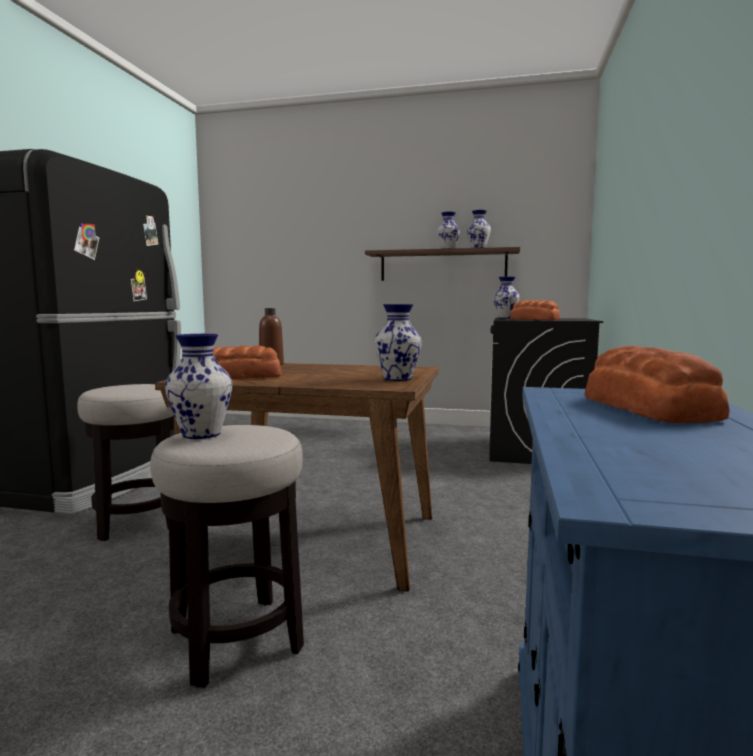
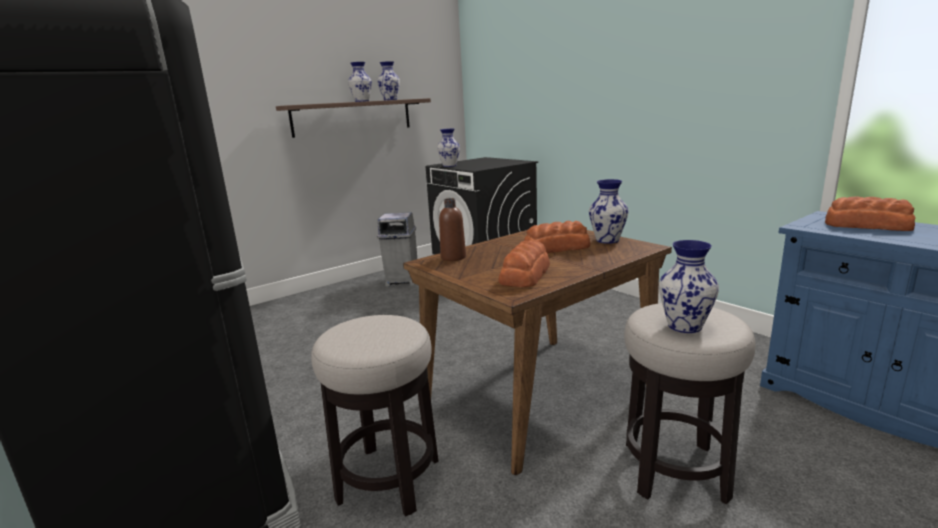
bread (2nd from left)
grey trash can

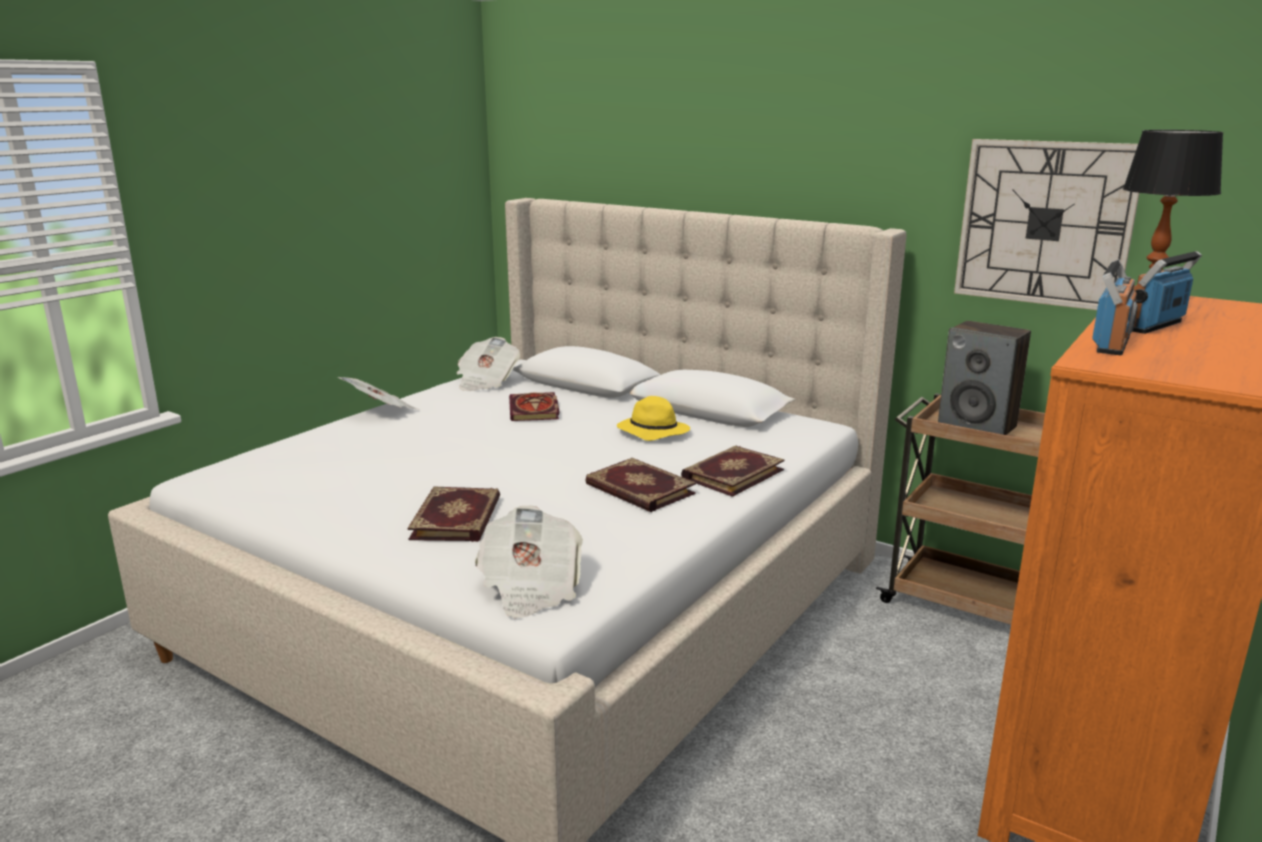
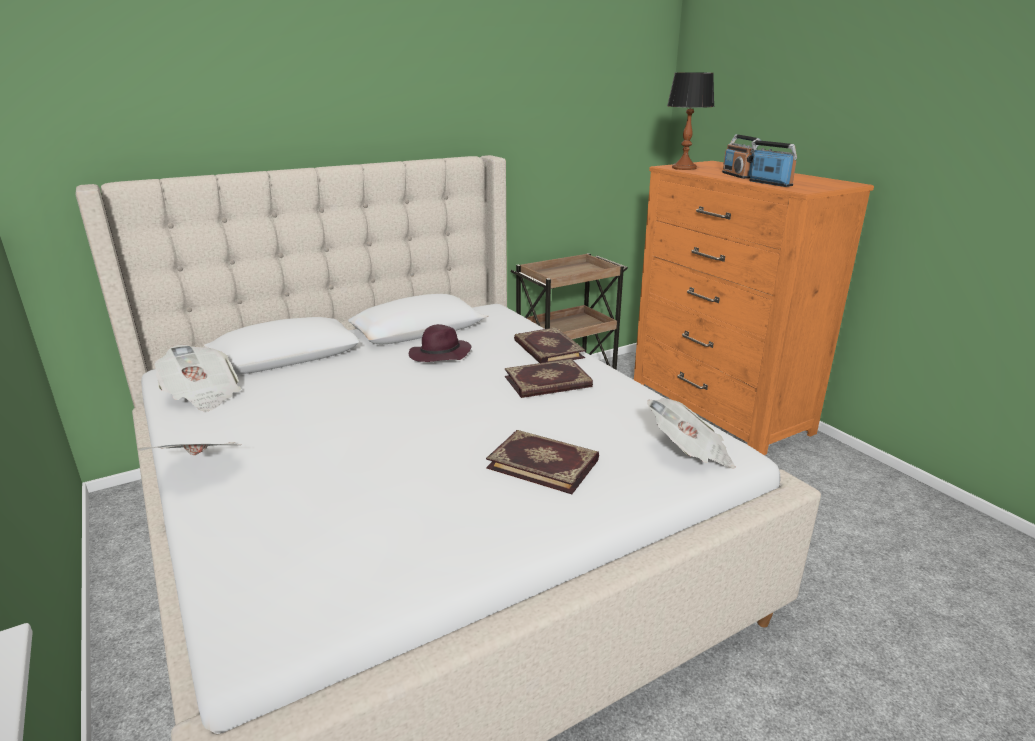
book (2nd from left in the first image)
purple hat
speaker
wall clock

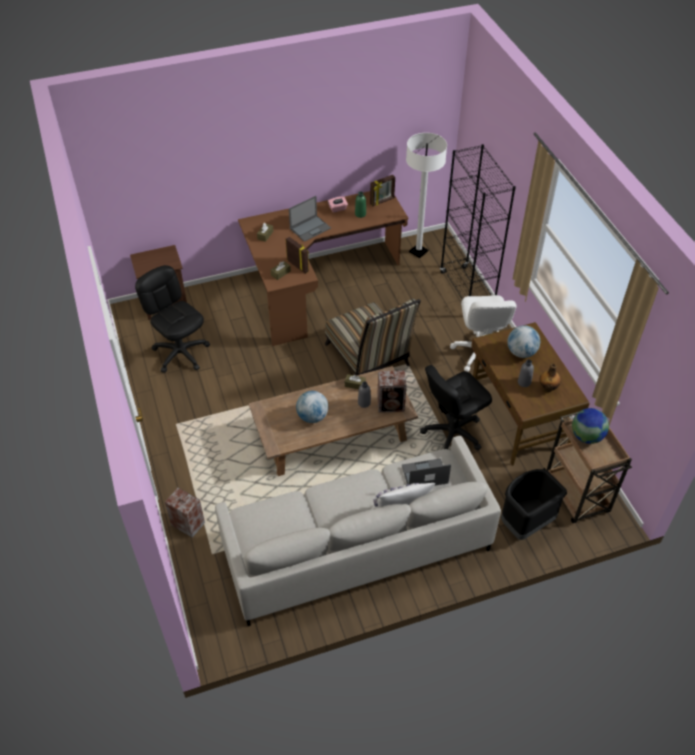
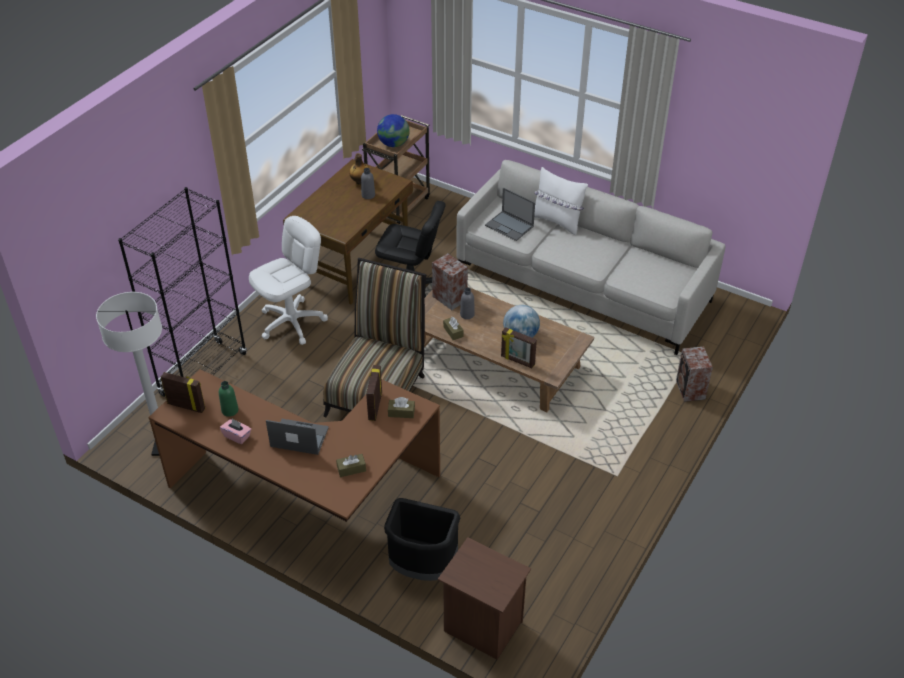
black office chair (1st from left in the first image)
black trash can
globe (2nd from left in the first image)
picture frame (3rd from left)

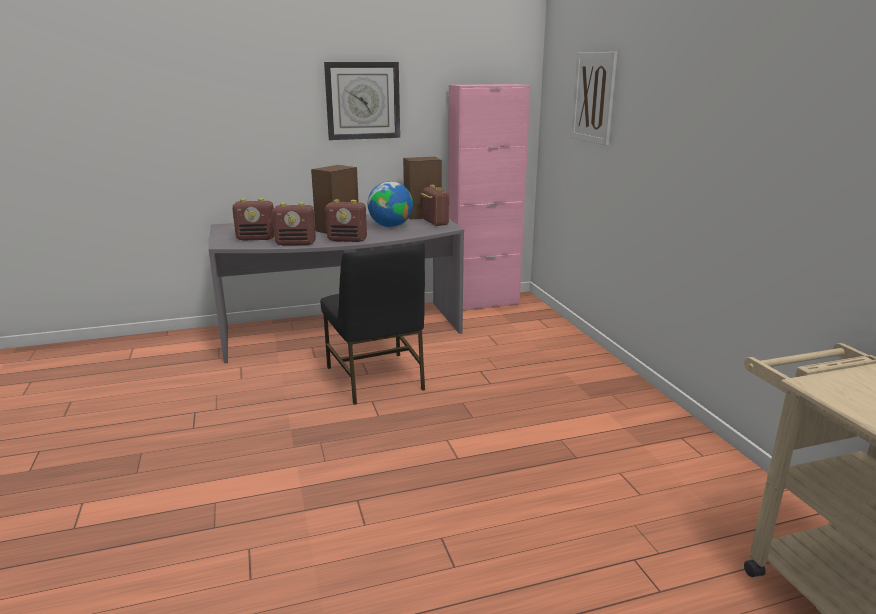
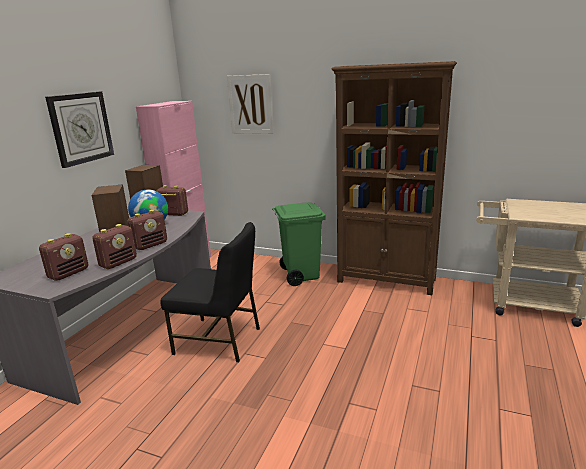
green trash can
brown bookcase

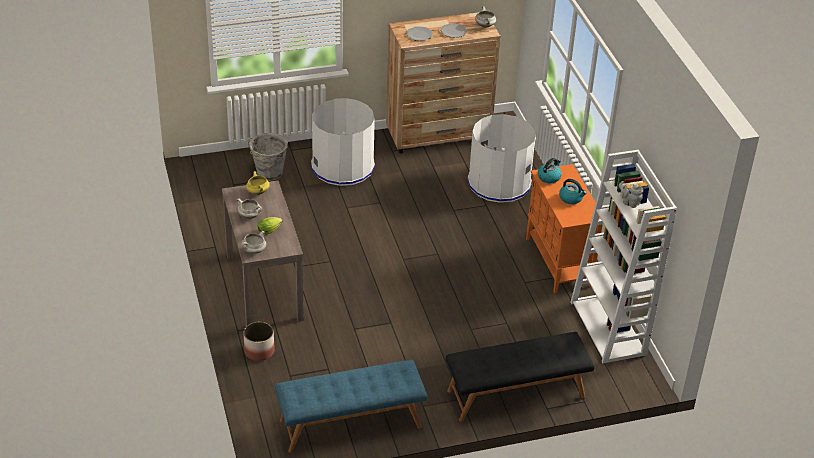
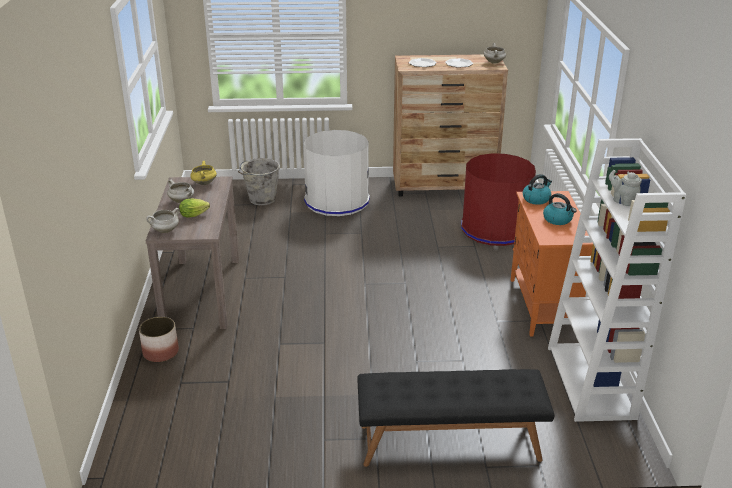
blue bench
red trash can

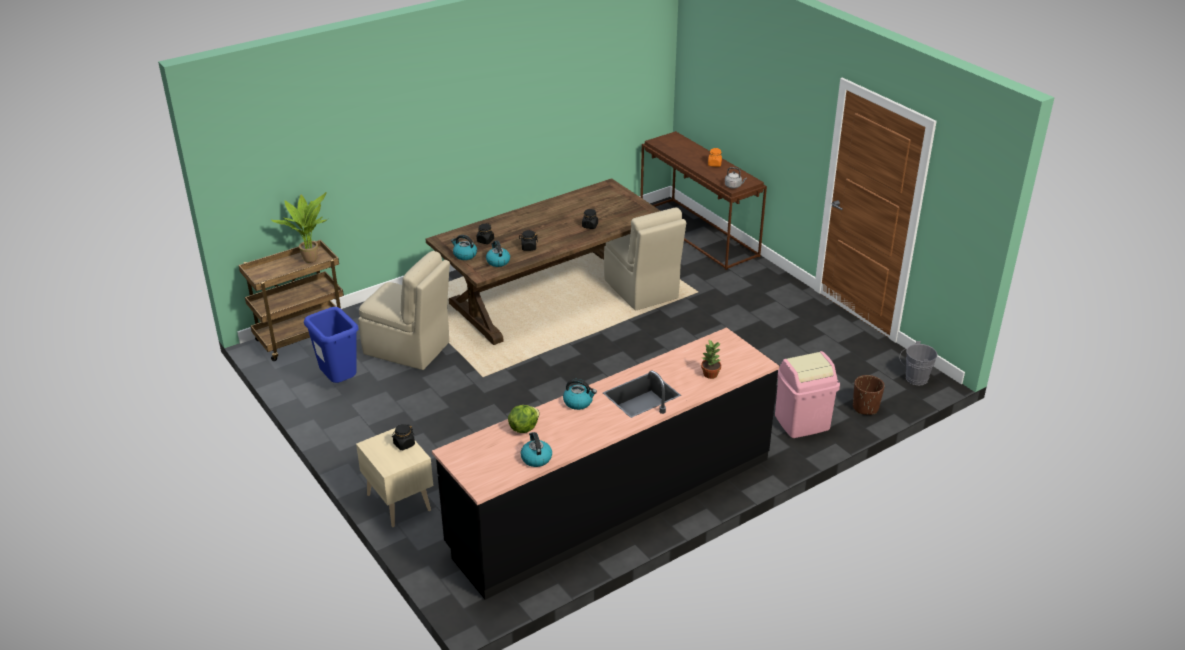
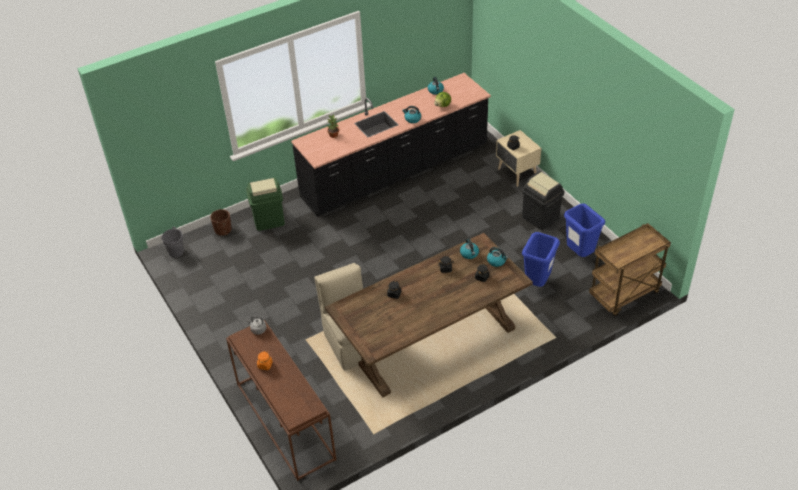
potted plant (1st from left in the first image)
blue trash can (1st from left)
green trash can
black trash can

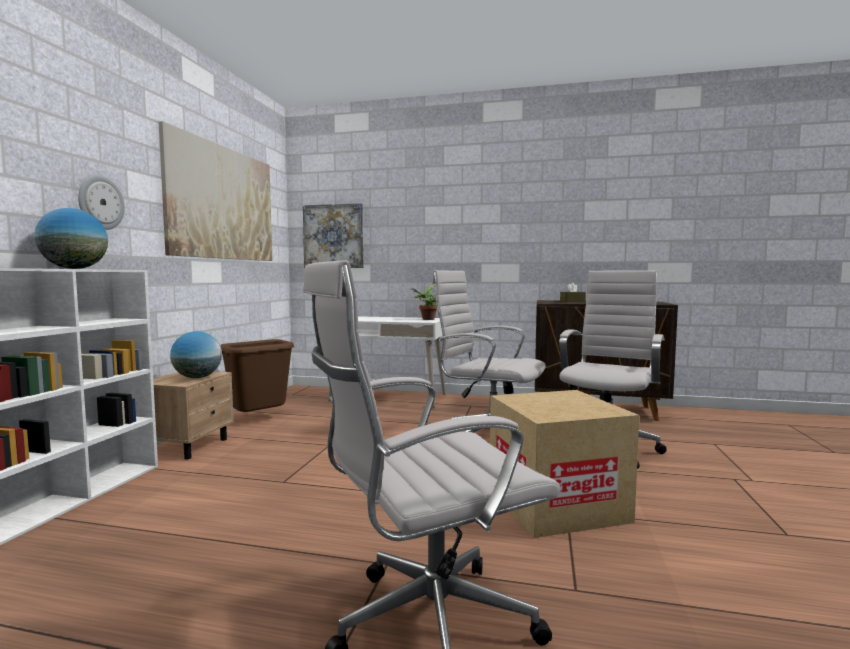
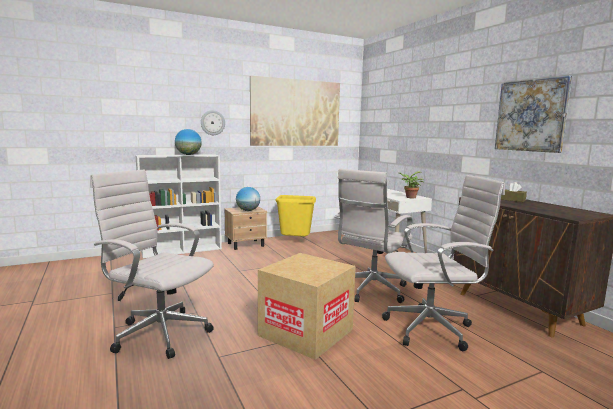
yellow trash can
picture (2nd from left)
white office chair (2nd from left)

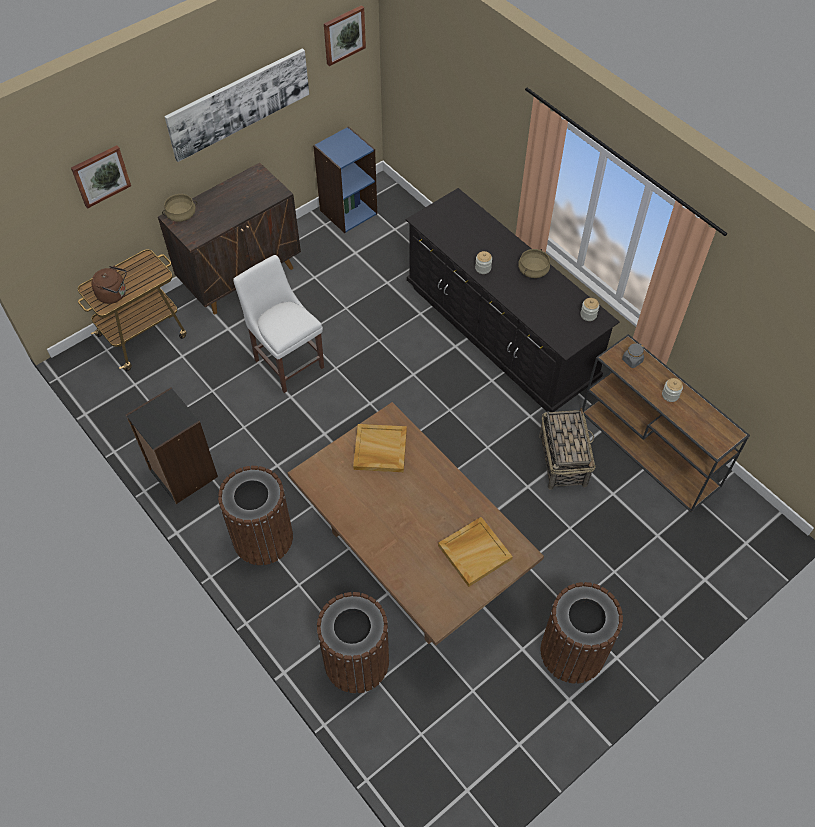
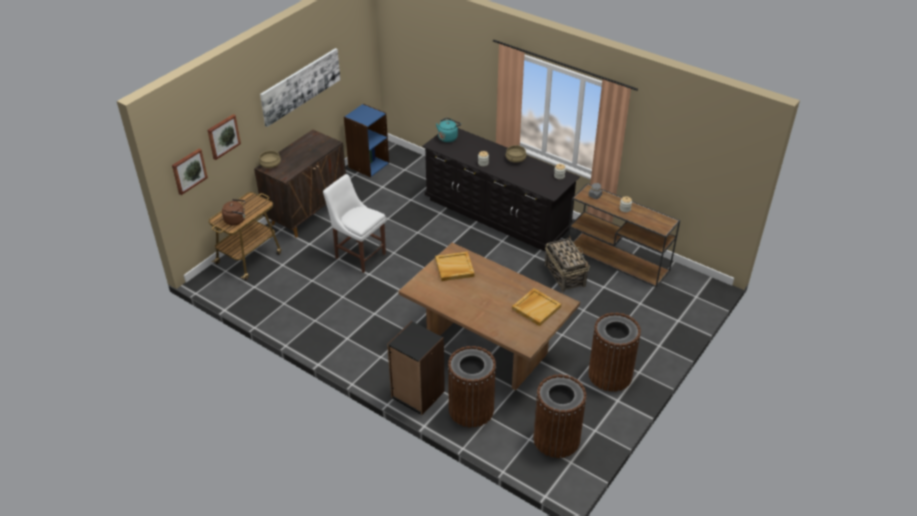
black bookcase
brown trash can (2nd from left)
picture (1st from left)
turquoise kettle

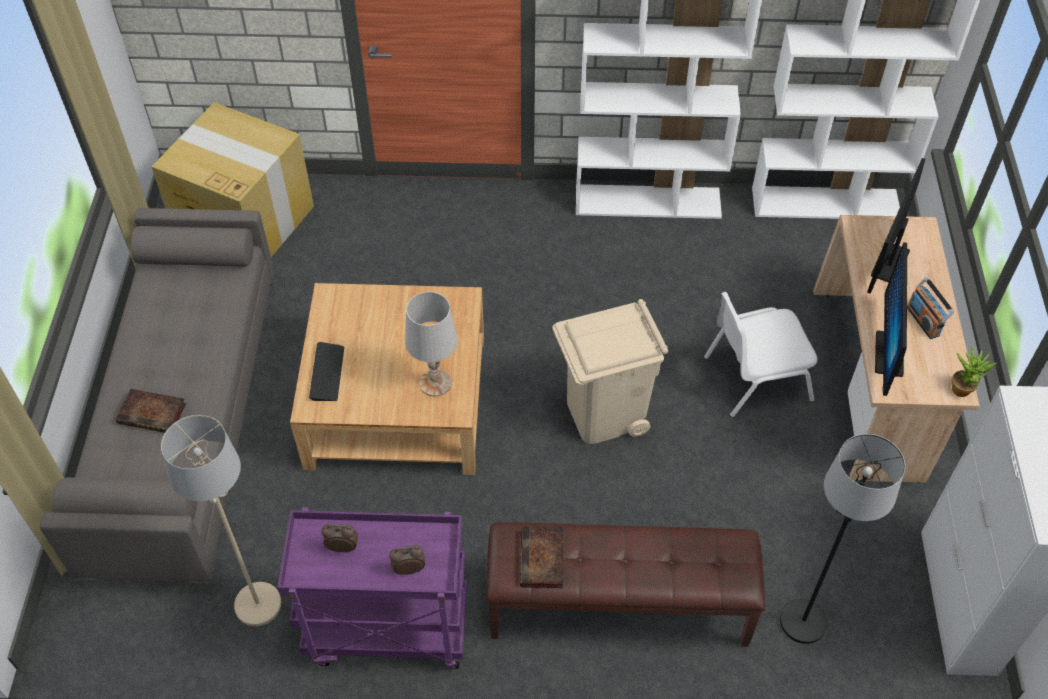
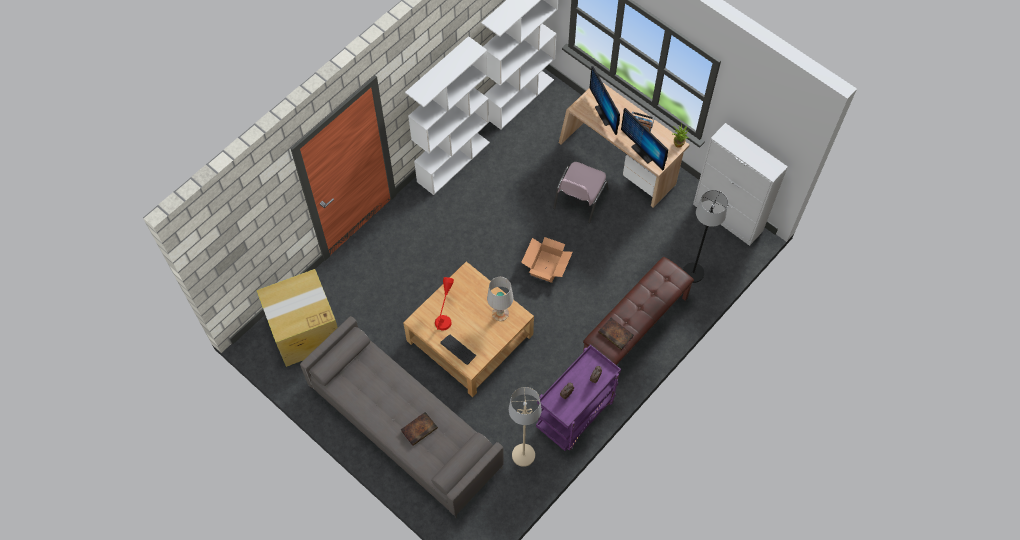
cardboard box (2nd from left)
pink chair
red table lamp

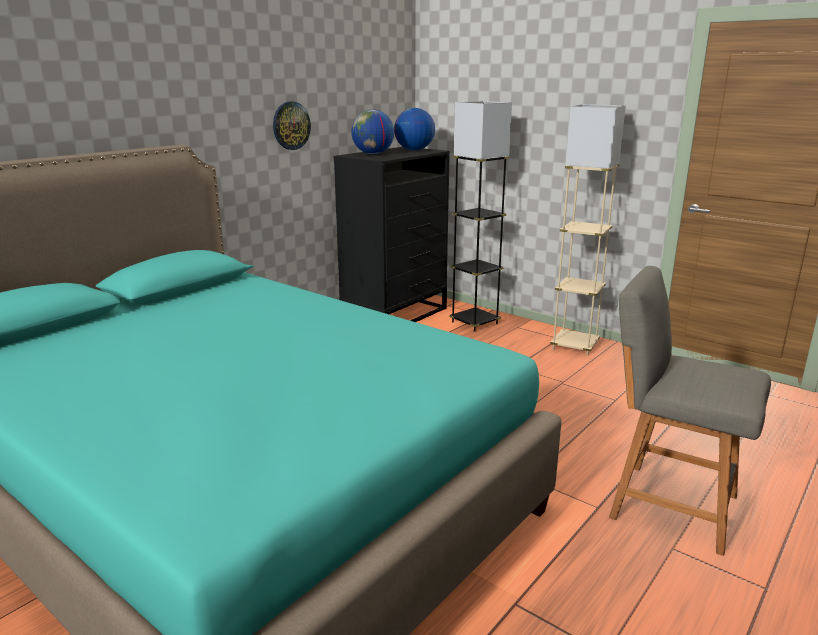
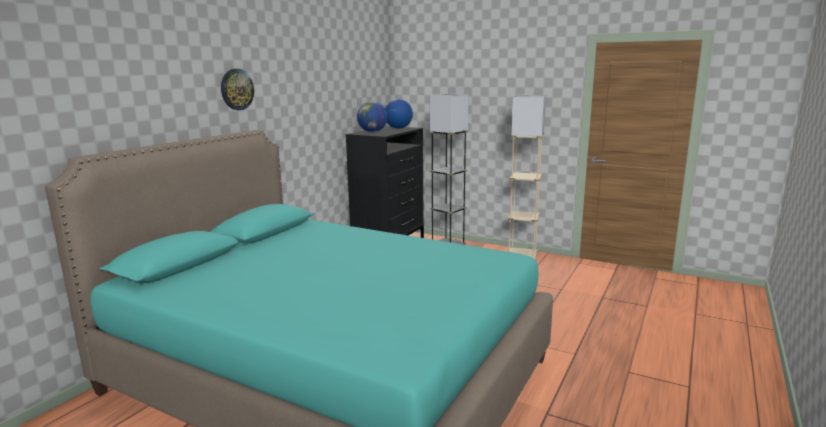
wall clock
grey chair

